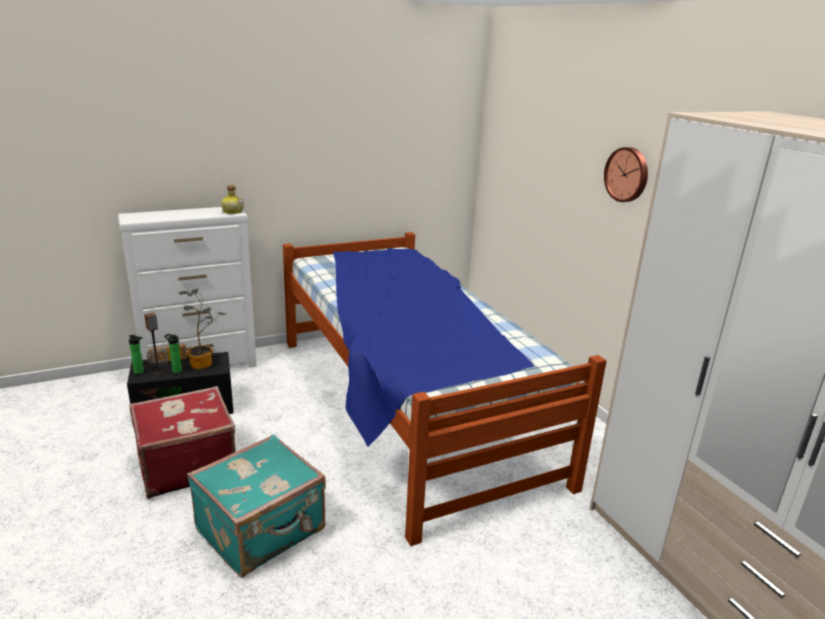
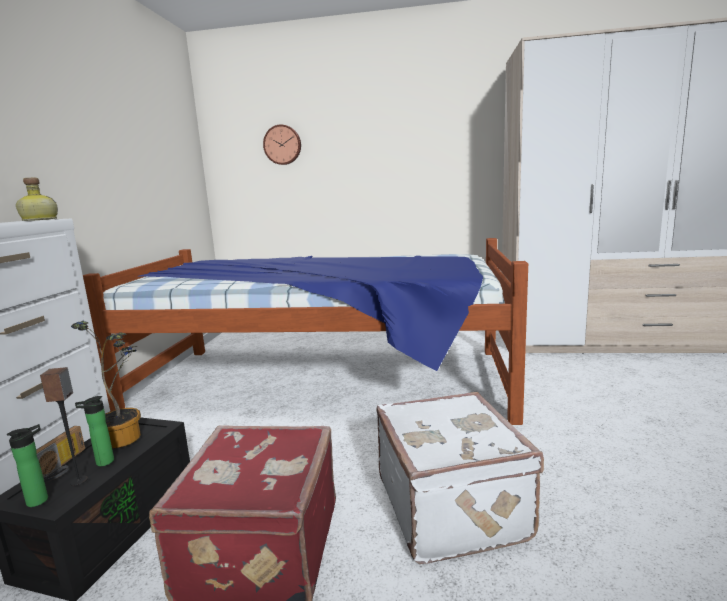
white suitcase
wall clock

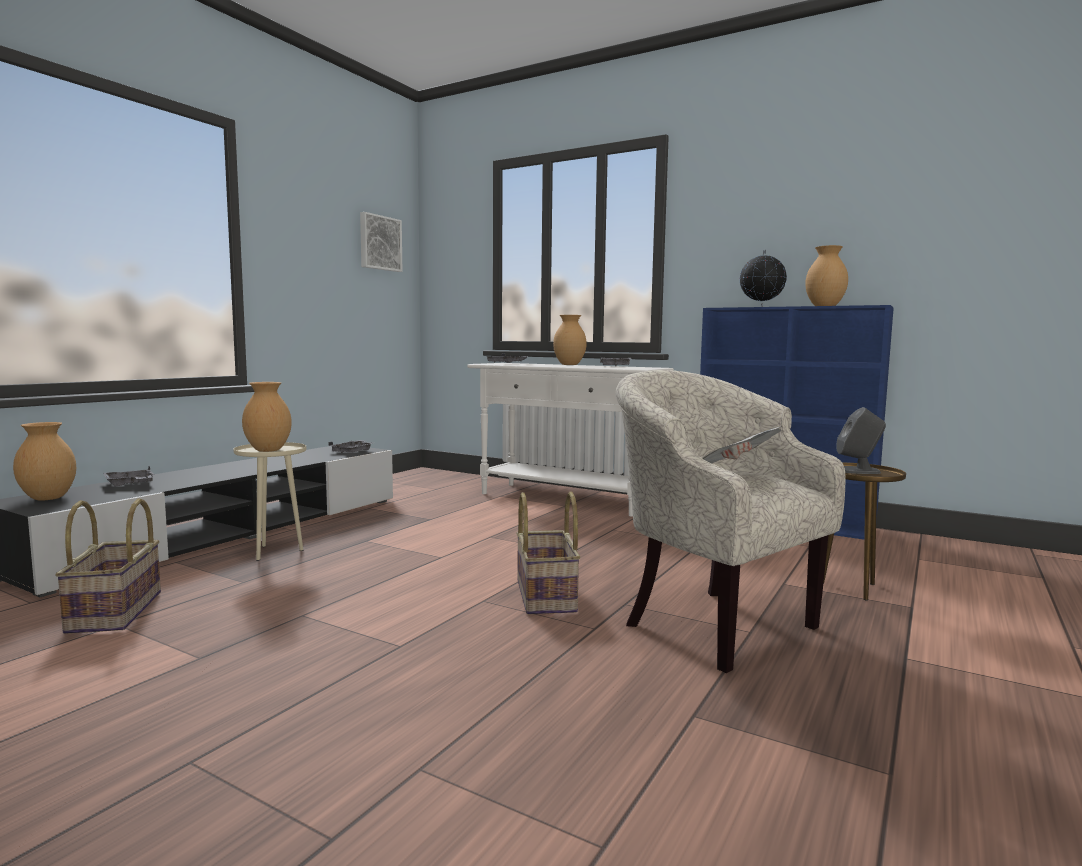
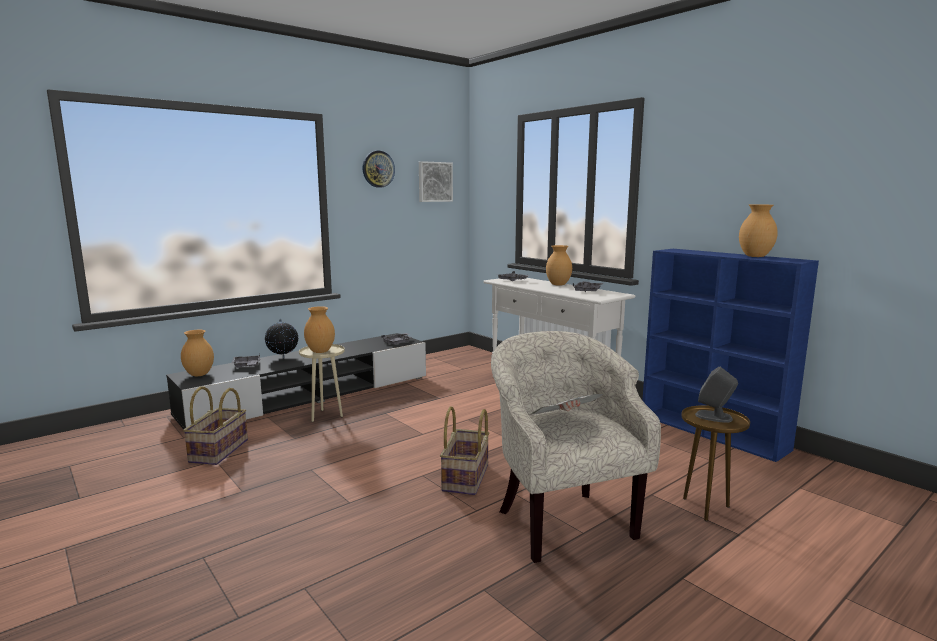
globe
wall clock

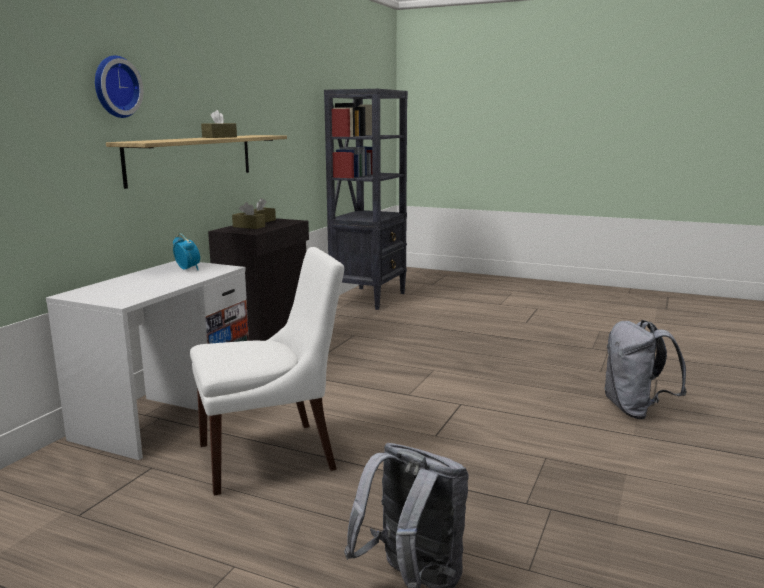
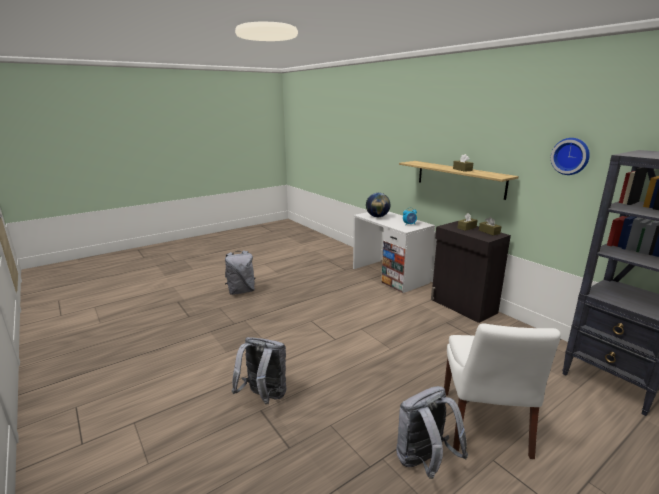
wall clock
white chair
globe
grey backpack (3rd from left)

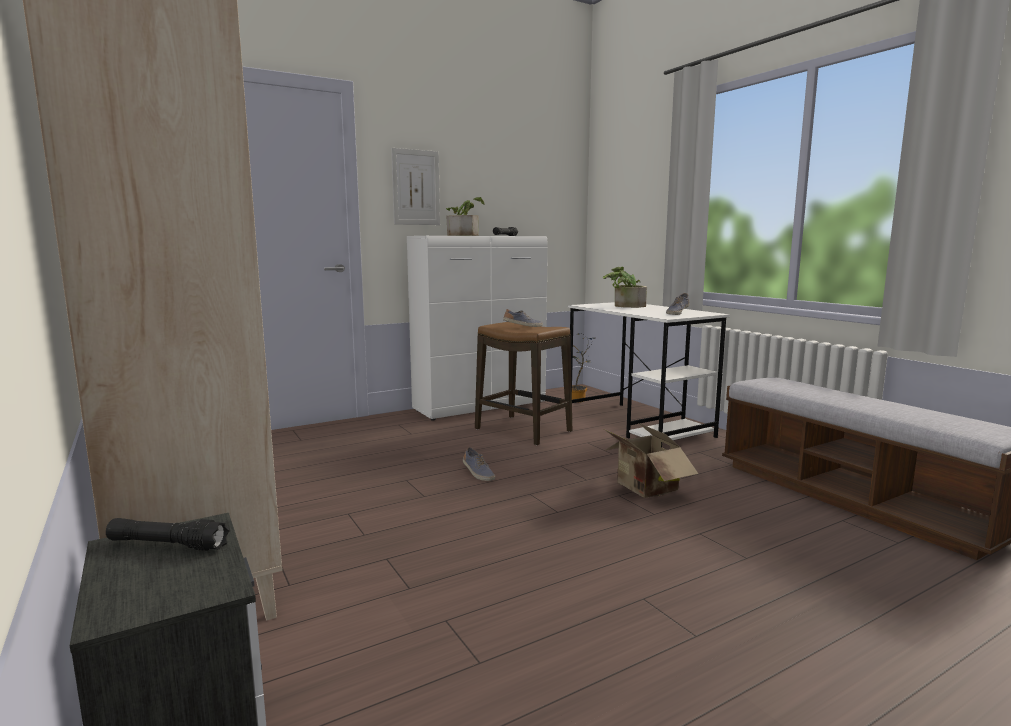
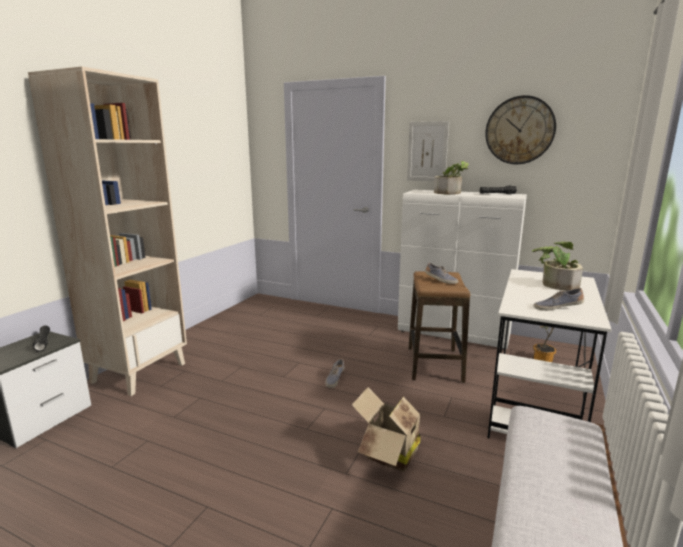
wall clock

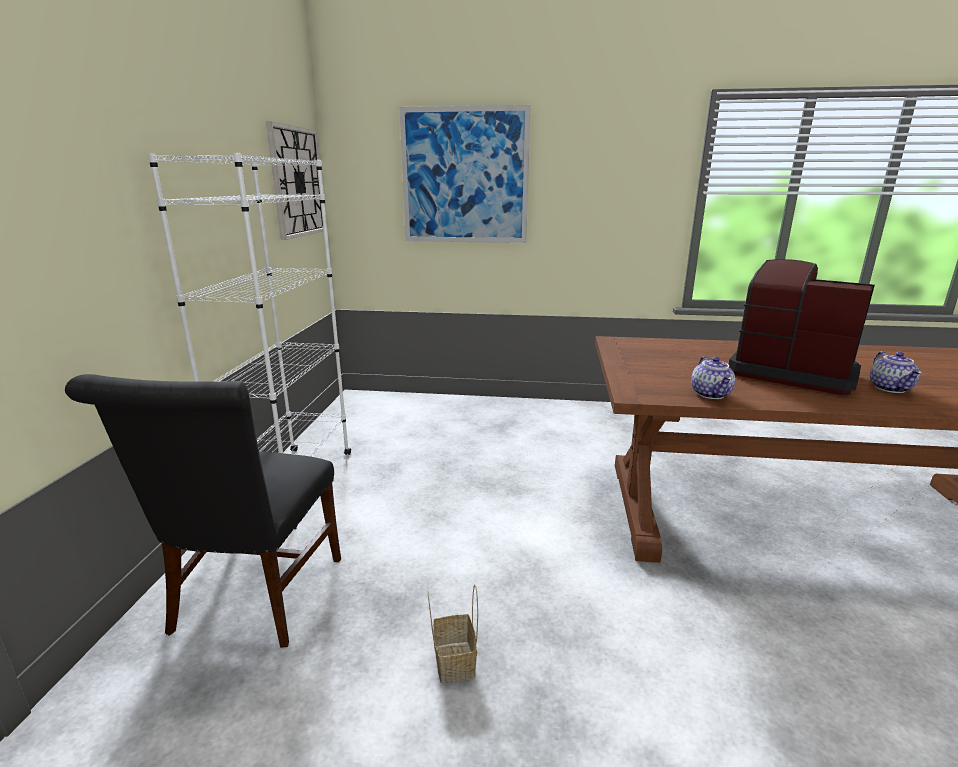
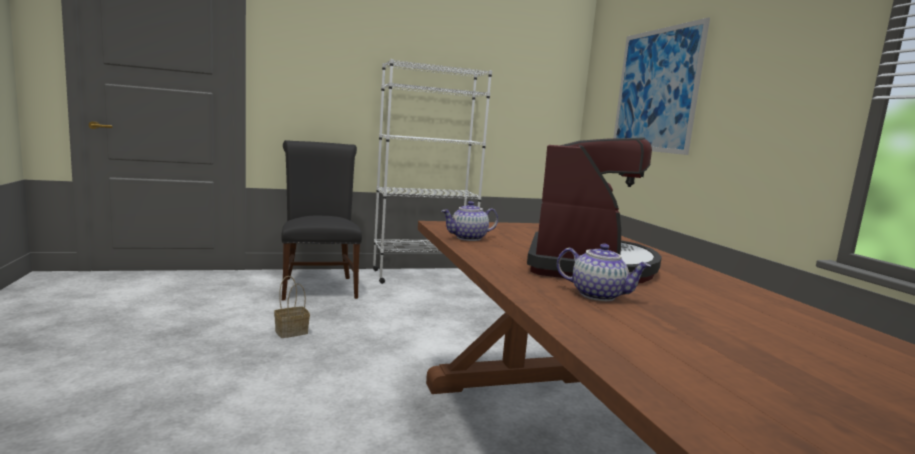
black chair
wall clock
teapot (2nd from left)

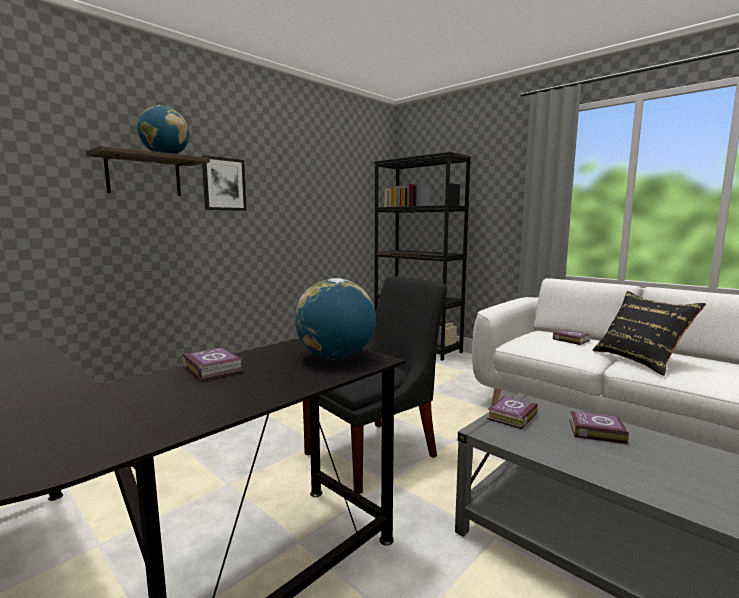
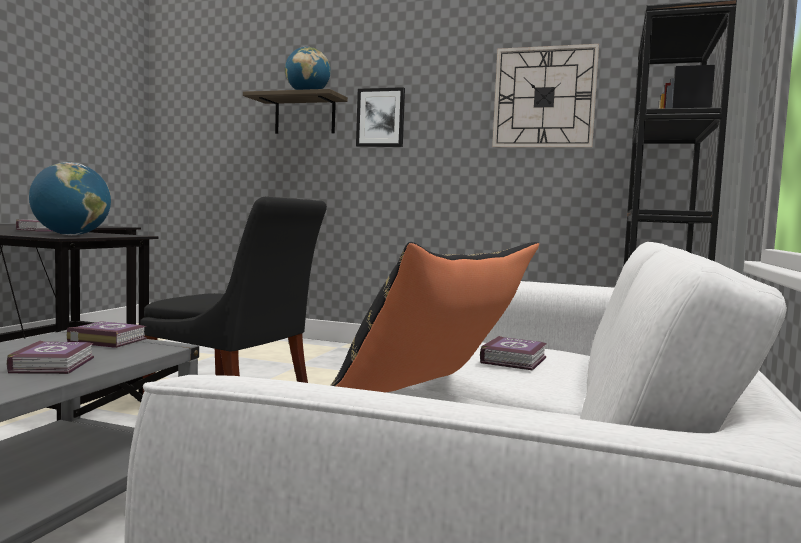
wall clock

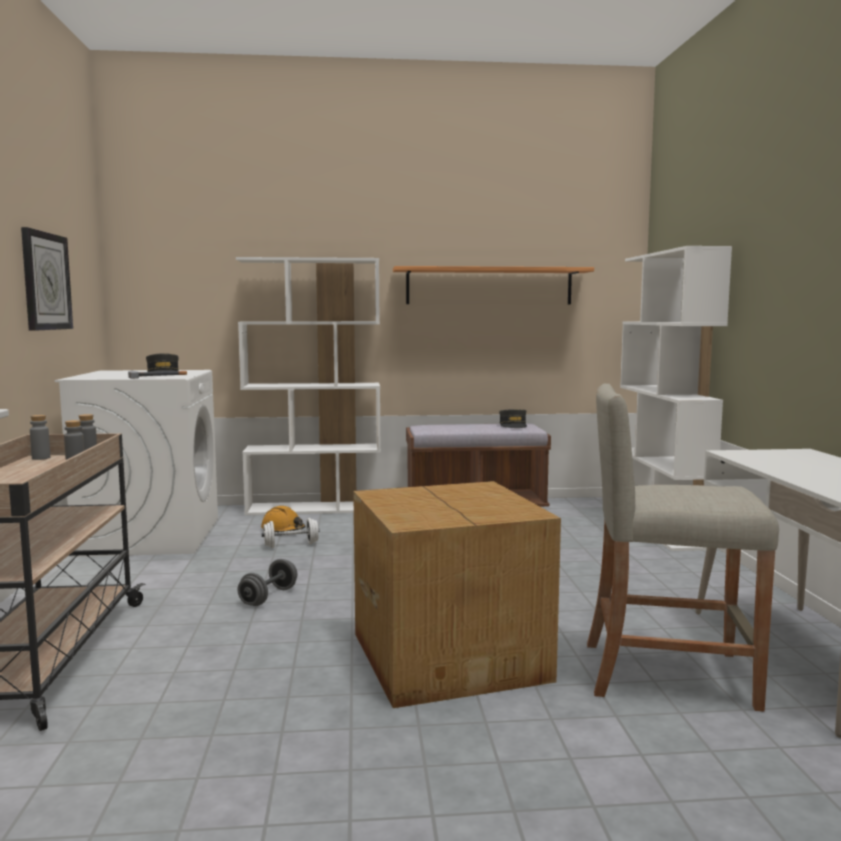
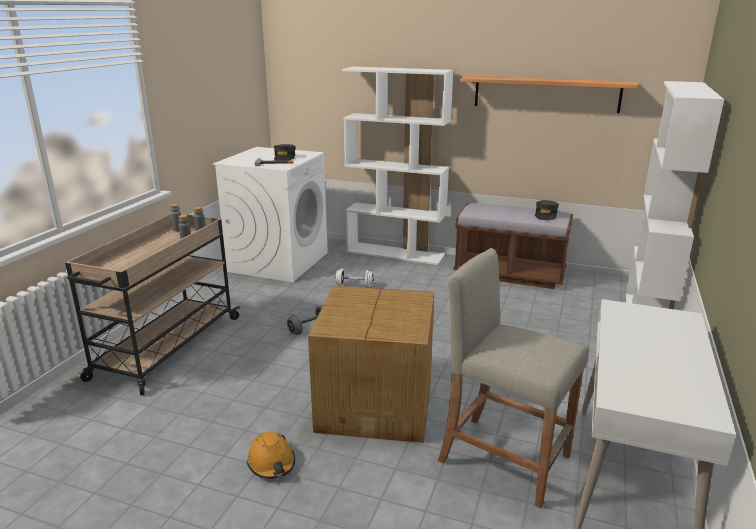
wall clock
orange hard hat

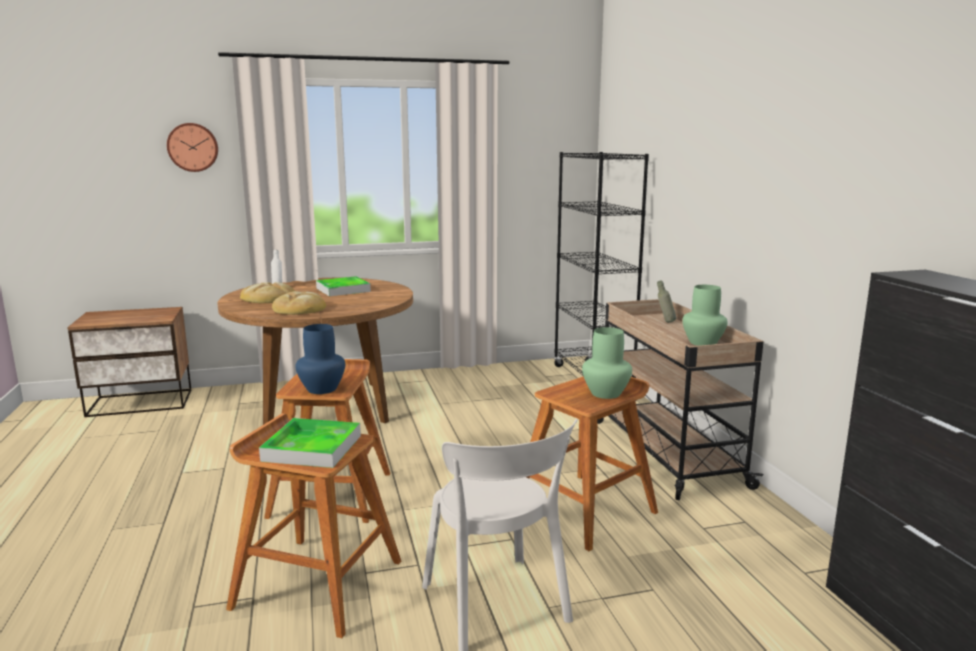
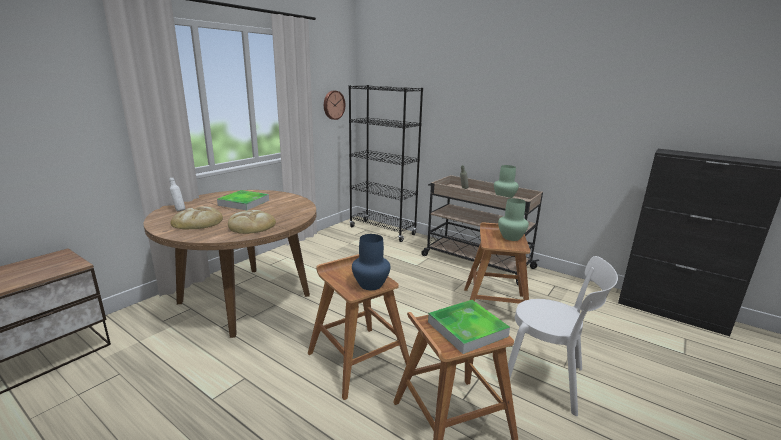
wall clock

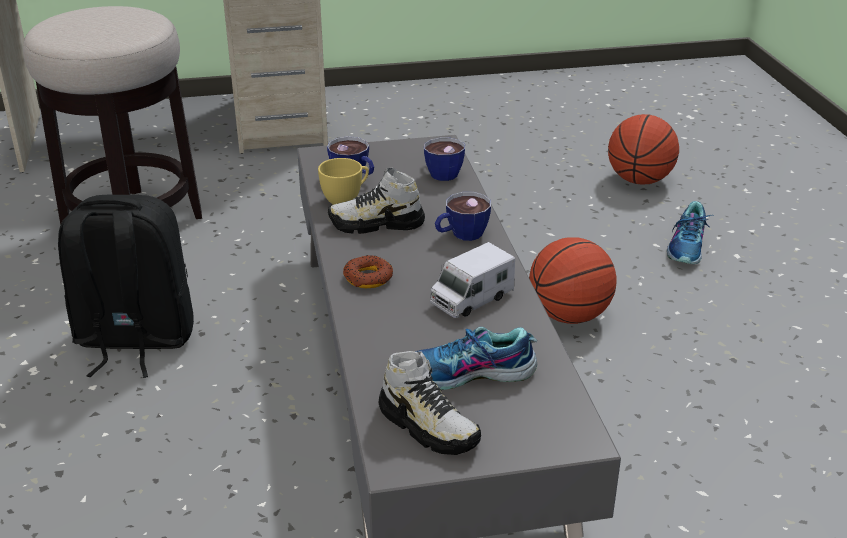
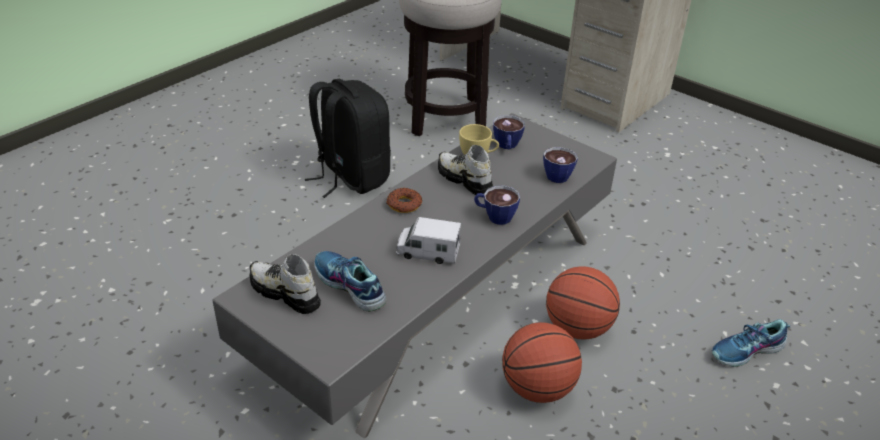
shoe (1st from left)
basketball (1st from left)

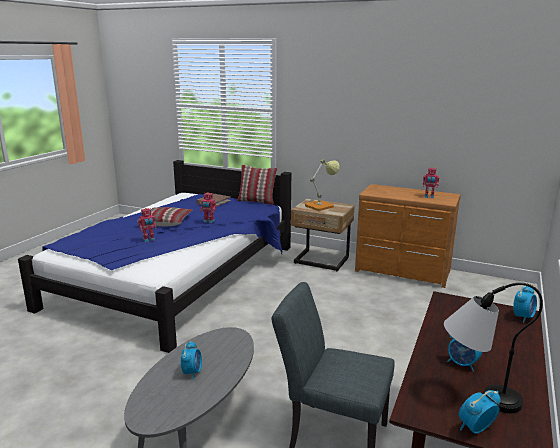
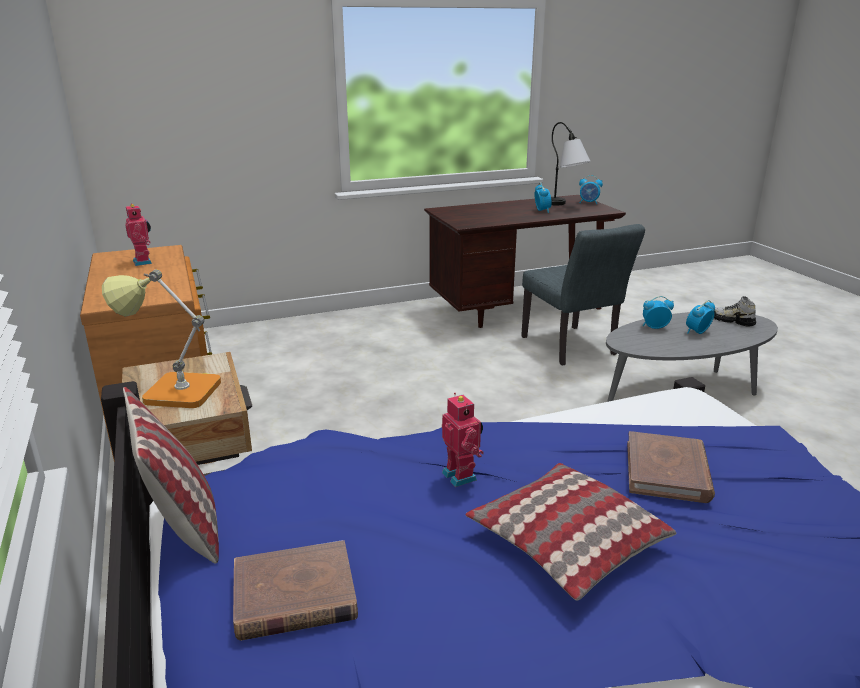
brown book (2nd from left)
alarm clock (3rd from left)
shoe

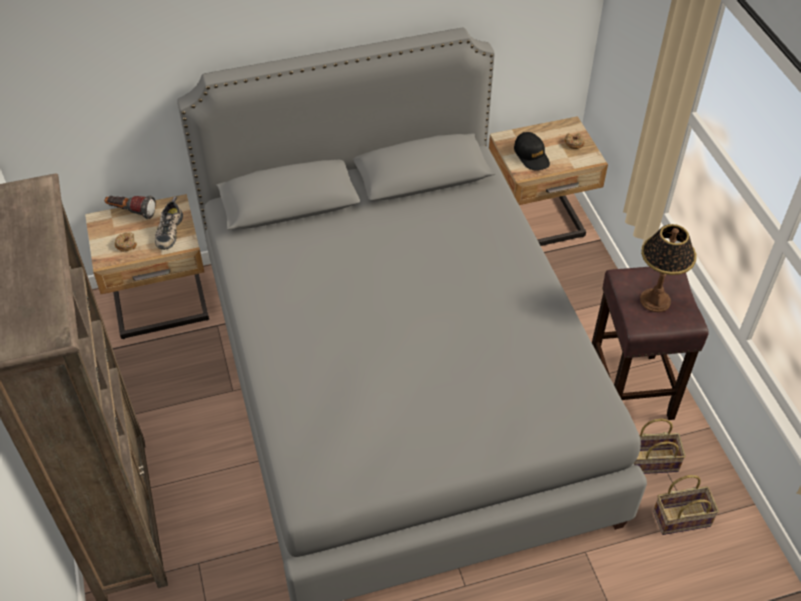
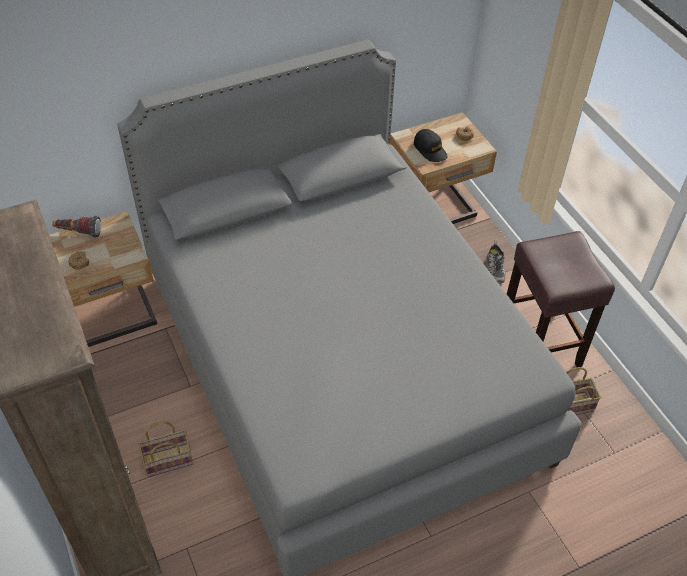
shoe
table lamp
basket (1st from left)

